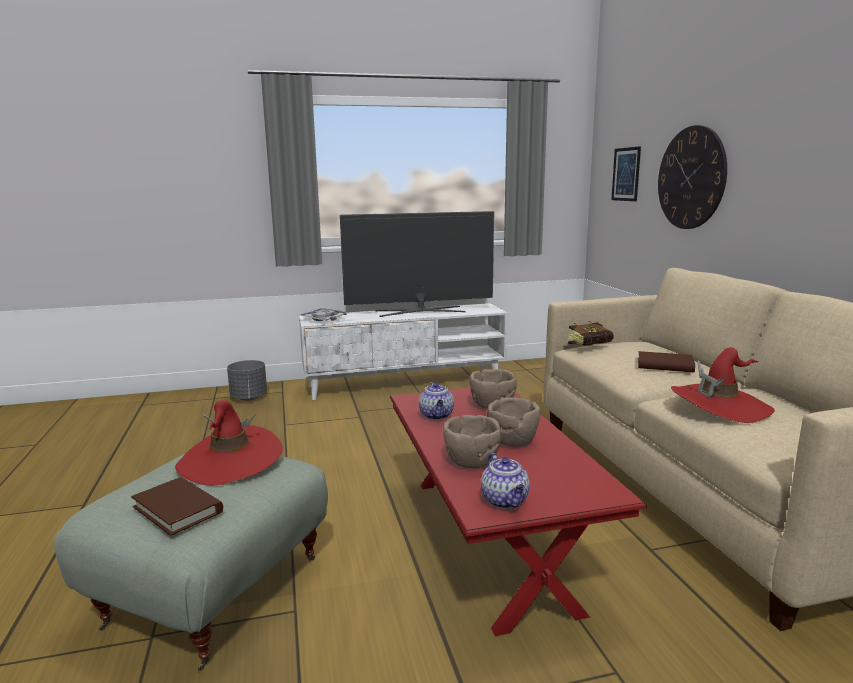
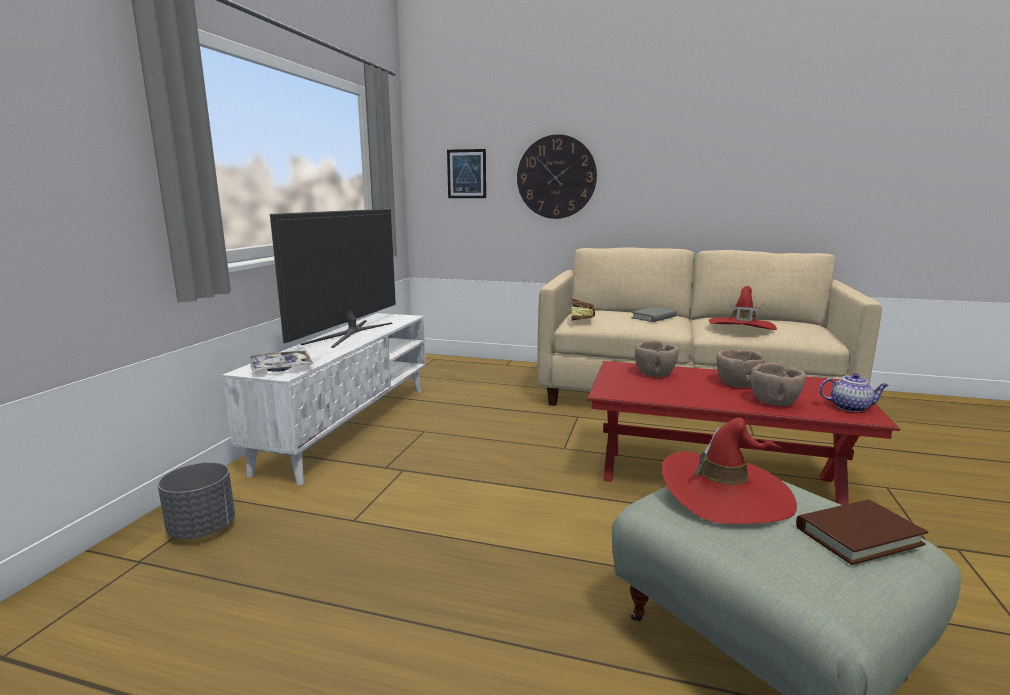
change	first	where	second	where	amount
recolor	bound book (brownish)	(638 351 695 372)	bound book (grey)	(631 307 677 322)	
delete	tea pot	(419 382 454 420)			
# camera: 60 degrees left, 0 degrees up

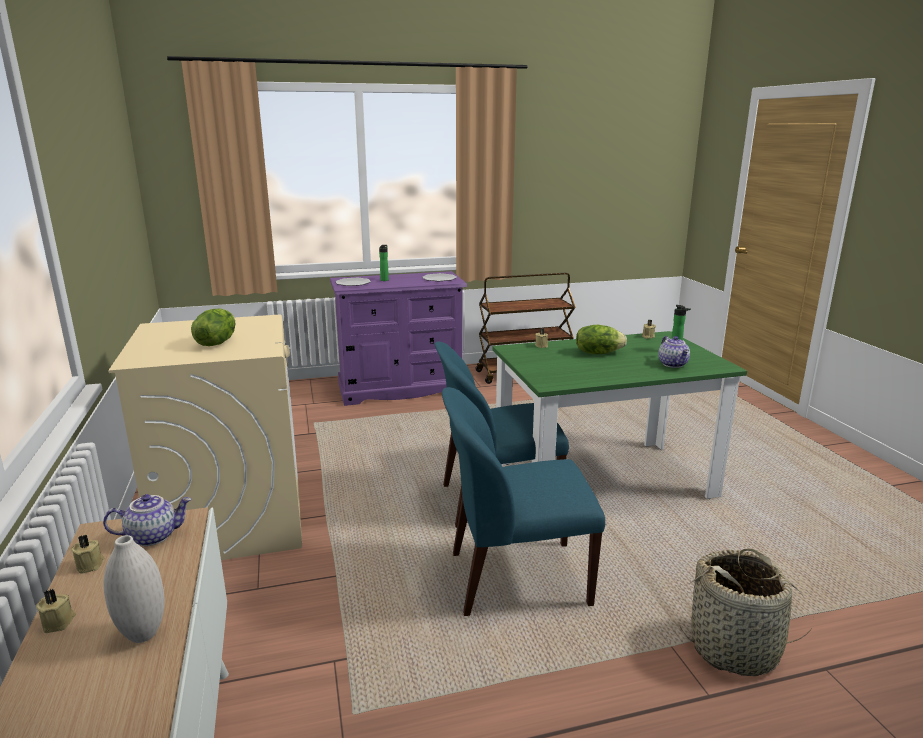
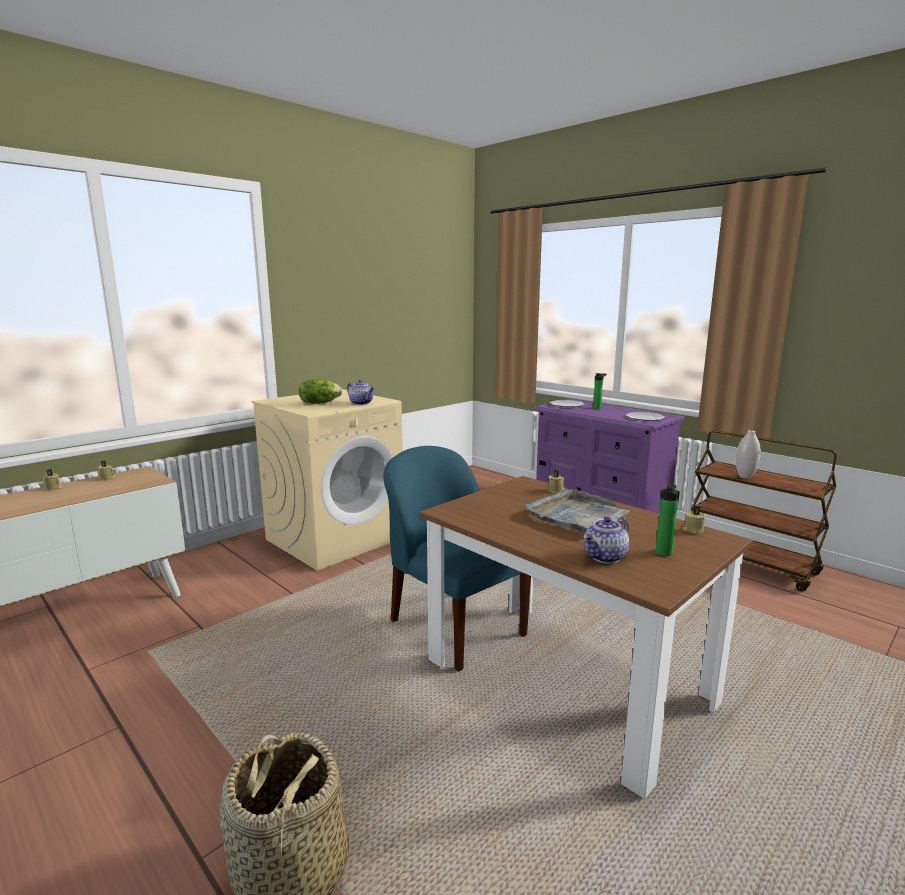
change	first	where	second	where	amount
replace	head of lettuce	(576 325 627 354)	serving tray (grey)	(526 489 630 532)	
recolor	kitchen table (greenish)	(493 331 747 499)	kitchen table (brownish)	(420 476 753 799)	
delete	upright chair (blue-coloured)	(442 387 605 616)			
move	tea pot	(103 494 192 546)		(347 380 375 405)	
move	flower vase (whitish)	(103 535 164 643)		(736 430 761 479)	
# camera: 60 degrees right, 5 degrees down

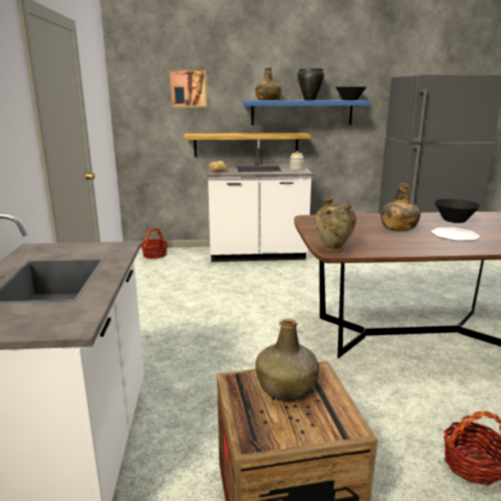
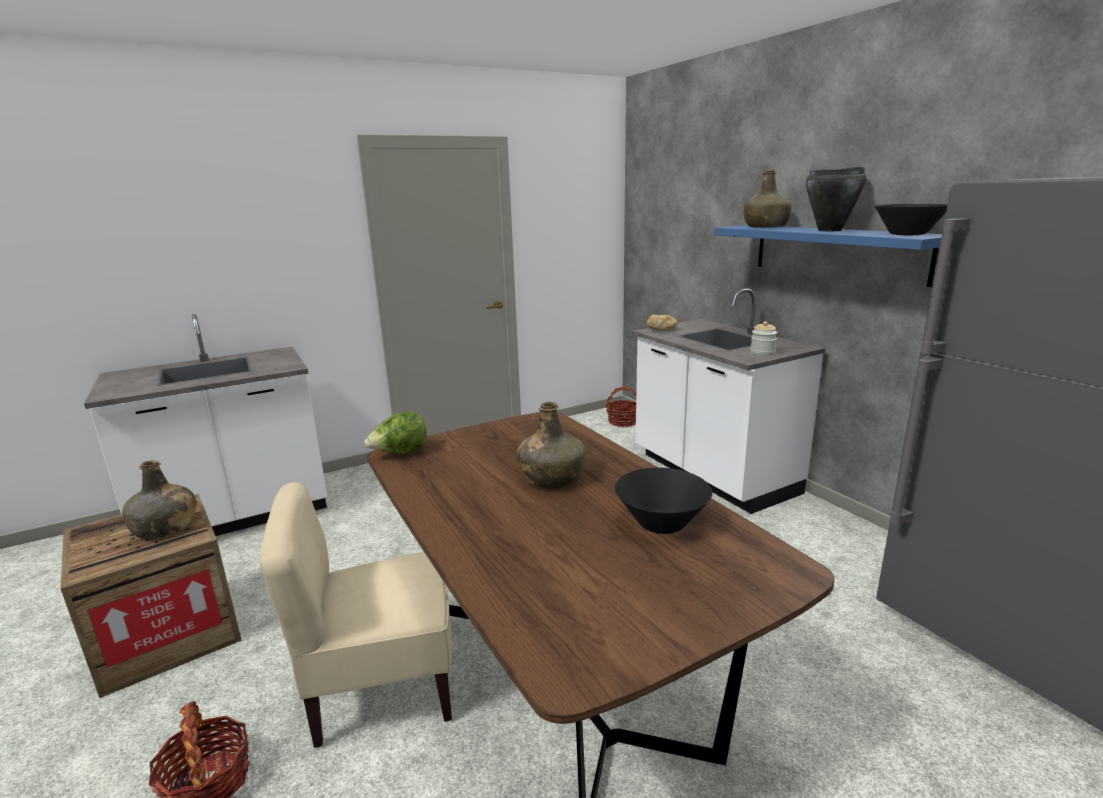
change	first	where	second	where	amount
delete	wall picture	(169 69 207 107)			
delete	shelf	(183 133 311 157)			
replace	flower vase (sand-coloured)	(315 198 356 252)	head of lettuce	(364 412 427 453)	
delete	flat dish	(431 228 481 241)			
insert			upright chair (sand-coloured)	(259 482 452 748)	
# camera: 65 degrees right, 0 degrees up

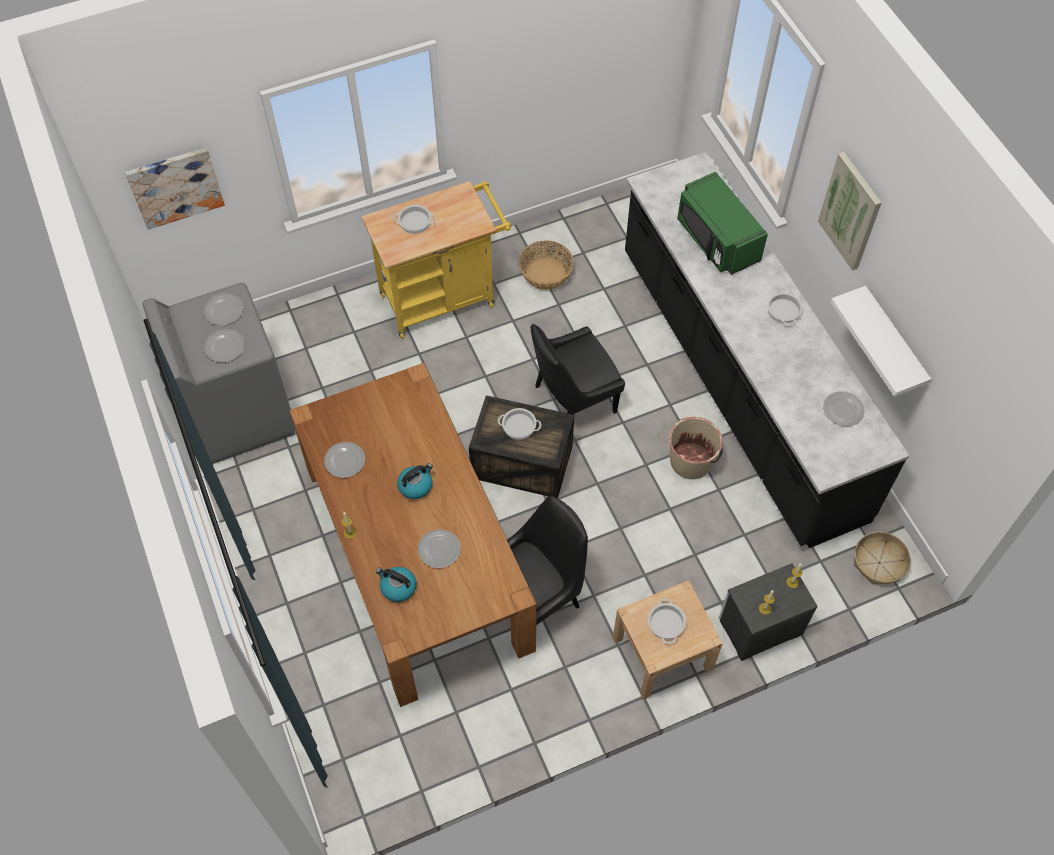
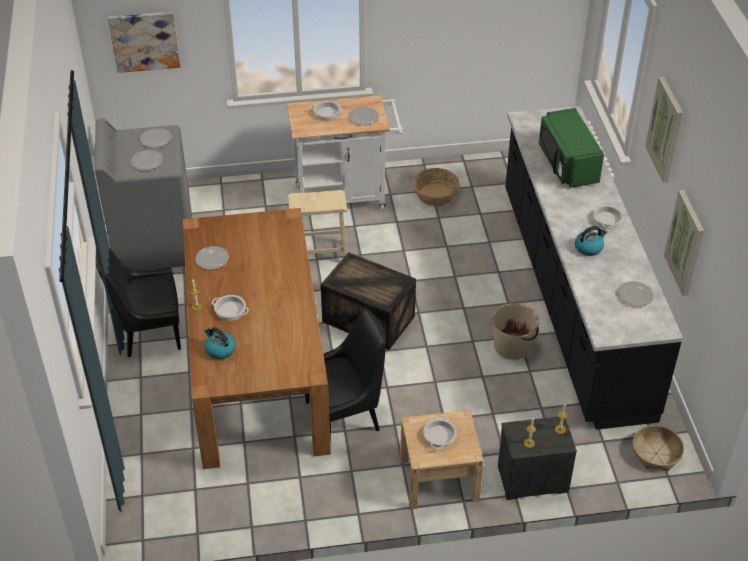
change	first	where	second	where	amount
recolor	cart (yellow-coloured)	(361 181 511 339)	cart (whitish)	(287 95 404 217)	
replace	shelf (whitish)	(830 286 931 397)	wall picture	(664 190 704 296)	
move	upright chair (blackish)	(531 324 625 415)		(96 249 181 357)	
move	stockpot	(498 408 541 440)		(212 295 249 321)	
move	tea kettle	(397 463 433 499)		(575 226 607 256)	
move	flat dish	(418 529 461 568)		(349 107 379 126)	
insert			sitting stool (sand-coloured)	(288 190 348 257)	
# camera: 15 degrees right, 15 degrees down

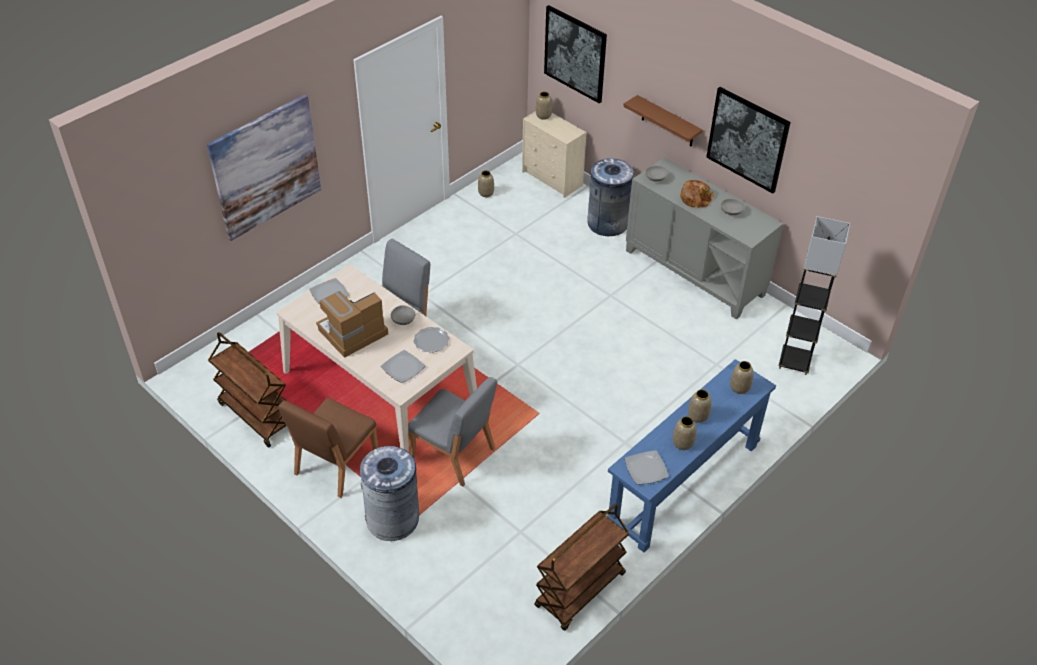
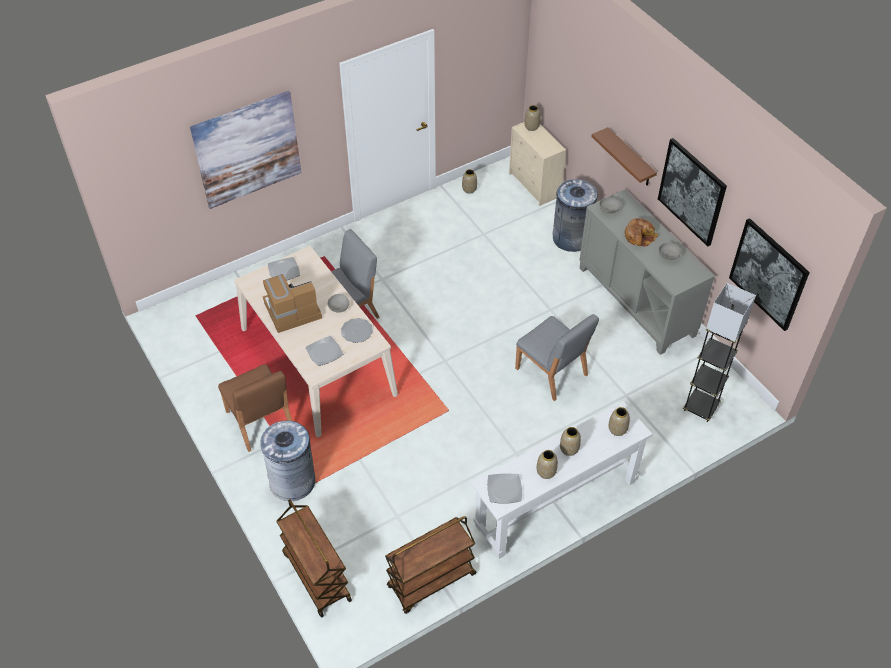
change	first	where	second	where	amount
move	wall picture	(544 5 607 103)		(729 218 810 331)	
move	cart (brownish)	(208 332 287 448)		(276 499 352 618)	
recolor	narrow table (blue-coloured)	(606 359 776 552)	narrow table (whitish)	(471 401 653 559)	
move	upright chair (grey)	(408 377 497 487)		(515 314 599 401)	
rotate	upright chair (brownish)	(278 398 378 498)		(218 364 292 452)	75 degrees counterclockwise
# camera: 15 degrees right, 5 degrees up

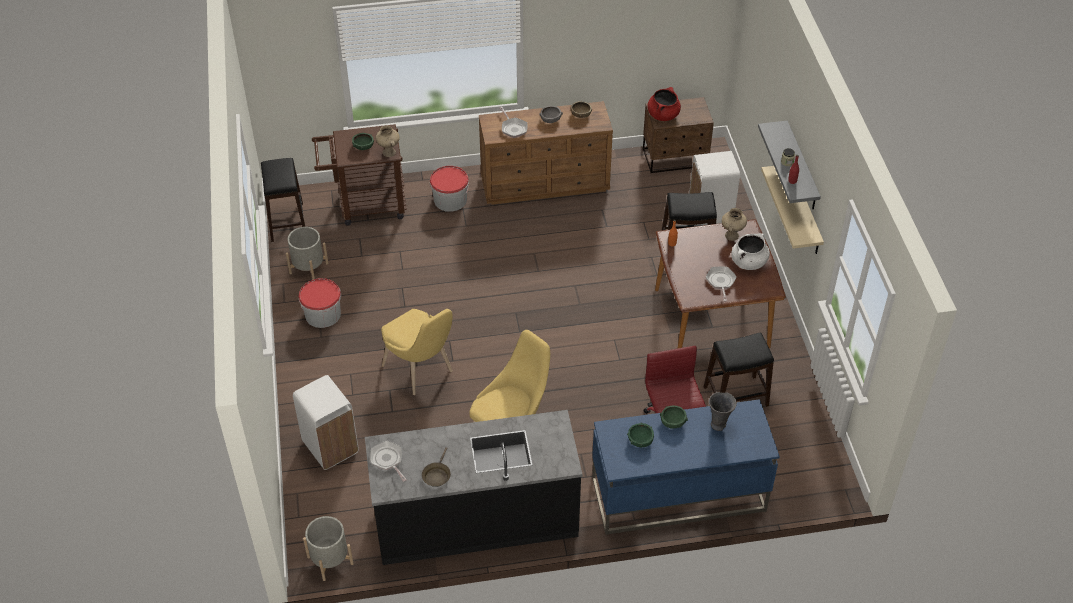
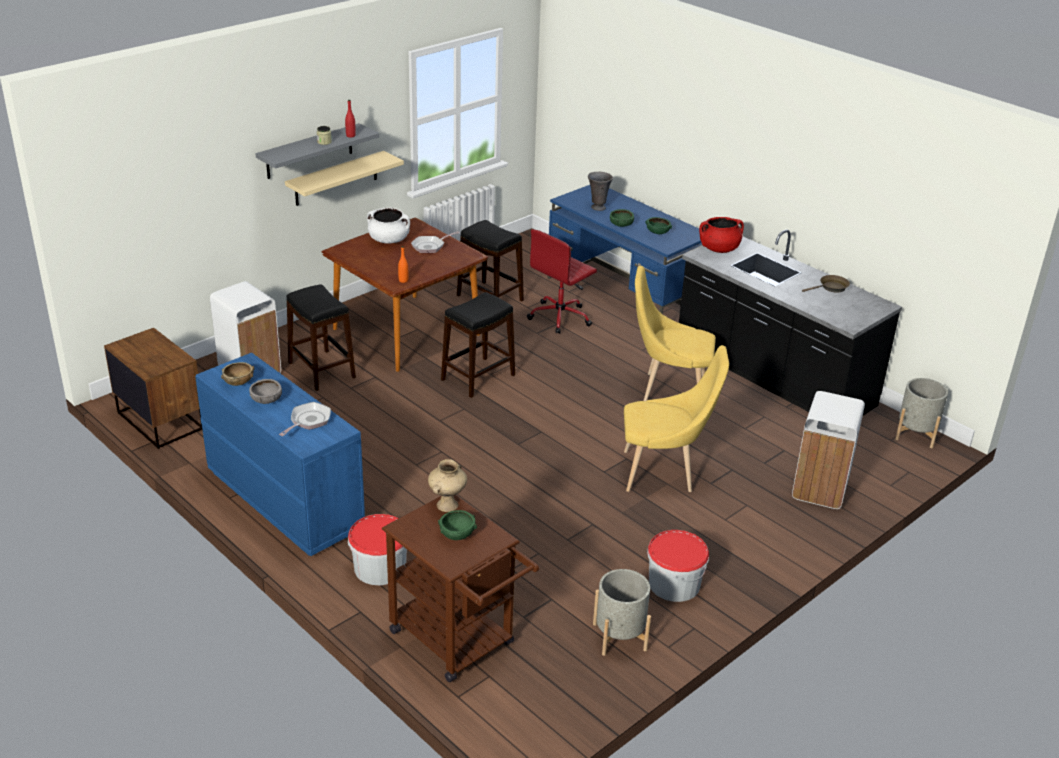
change	first	where	second	where	amount
move	stockpot (reddish)	(647 87 681 121)		(699 217 744 253)	
recolor	drawer chest (brownish)	(479 101 613 205)	drawer chest (blue-coloured)	(195 352 365 556)	
move	sitting stool (blackish)	(261 158 305 242)		(441 292 515 398)	
delete	flower vase (sand-coloured)	(722 208 747 241)			
rotate	upright chair (yellow-coloured)	(381 309 453 395)		(624 345 729 492)	75 degrees clockwise
delete	frying pan	(370 440 407 482)			
# camera: 125 degrees left, 15 degrees down

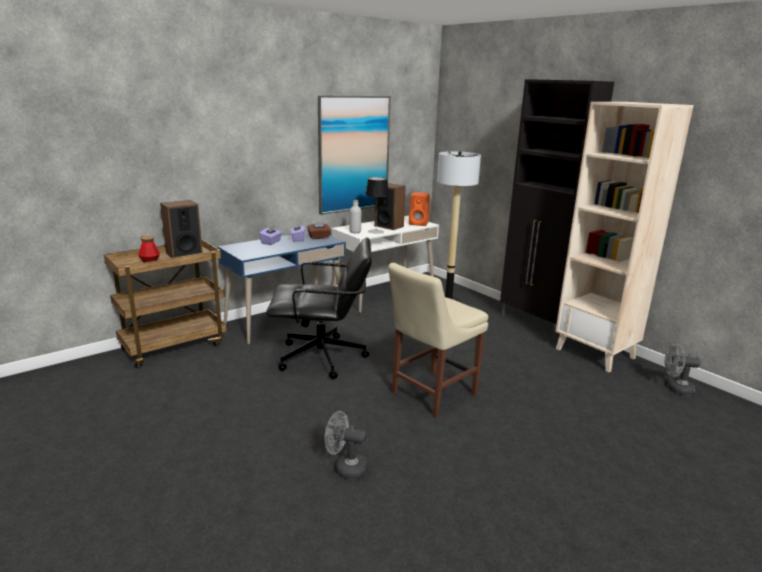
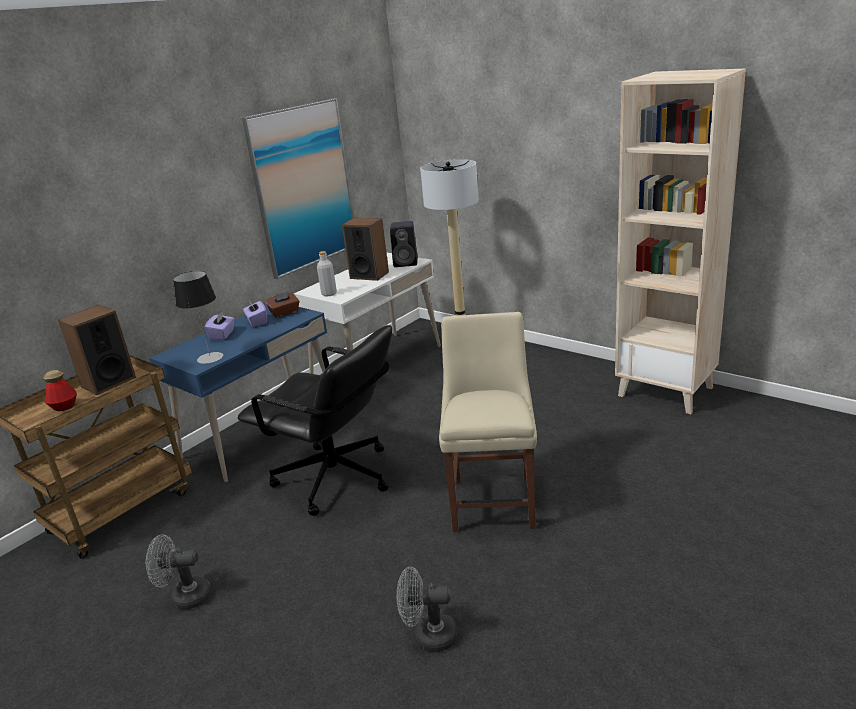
change	first	where	second	where	amount
delete	cabinet (blackish)	(500 79 614 338)			
move	table lamp	(365 177 389 234)		(173 271 223 364)	
recolor	audio speaker (orangey)	(409 192 430 226)	audio speaker (blackish)	(390 221 418 267)	
rotate	computer chair (blackish)	(266 237 372 379)		(238 325 392 516)	45 degrees clockwise
rotate	upright chair (sand-coloured)	(388 263 488 418)		(439 312 537 532)	150 degrees clockwise
move	fan (grey)	(665 344 701 396)		(146 535 211 610)	
# camera: 10 degrees left, 5 degrees up

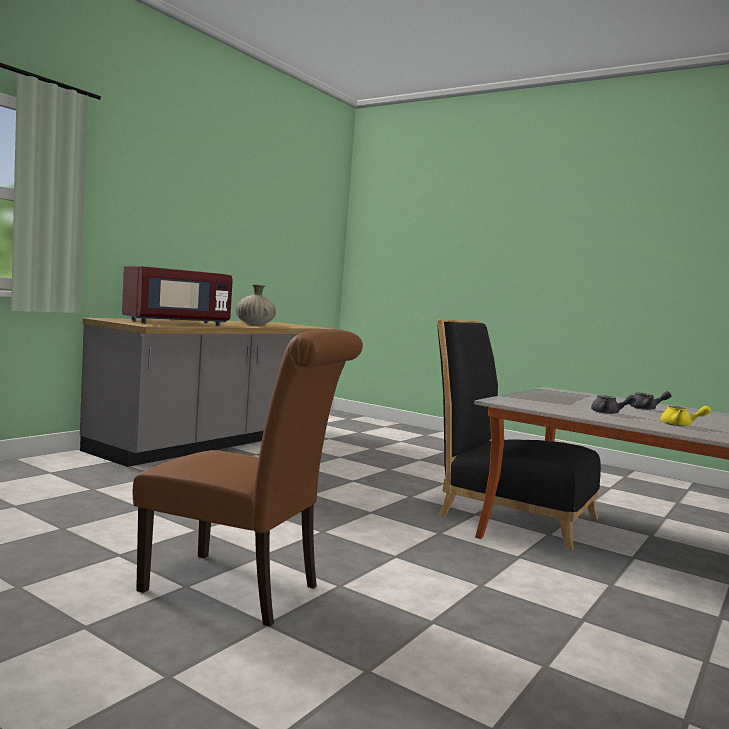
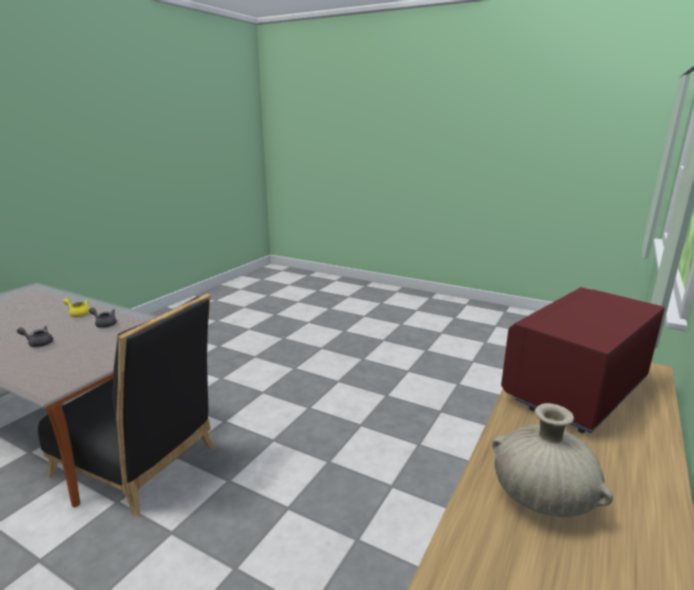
change	first	where	second	where	amount
delete	upright chair (brownish)	(133 329 363 627)			
# camera: 175 degrees right, 15 degrees up

